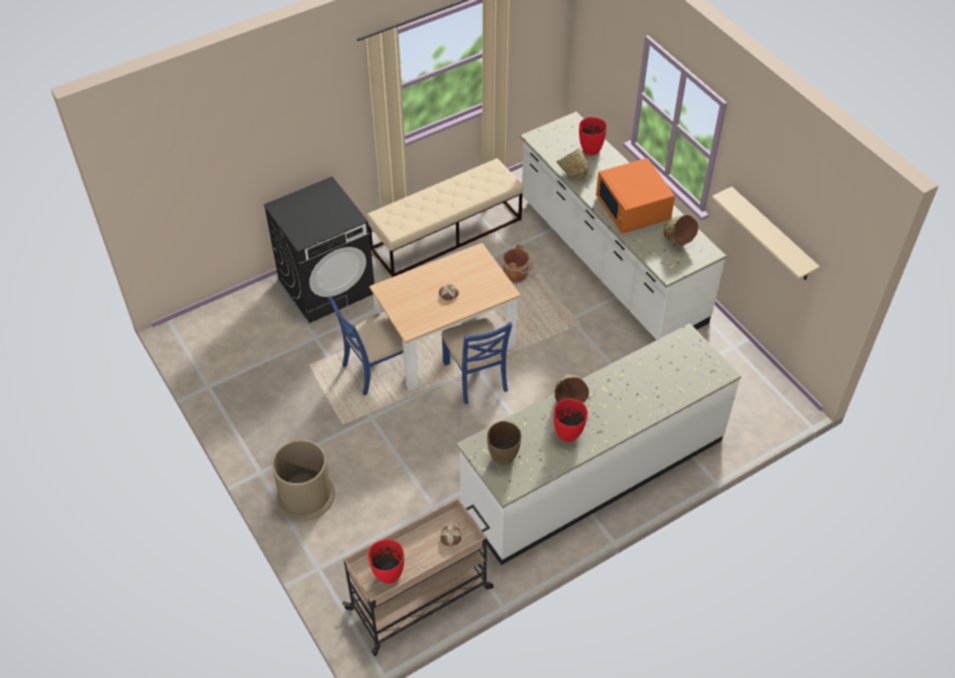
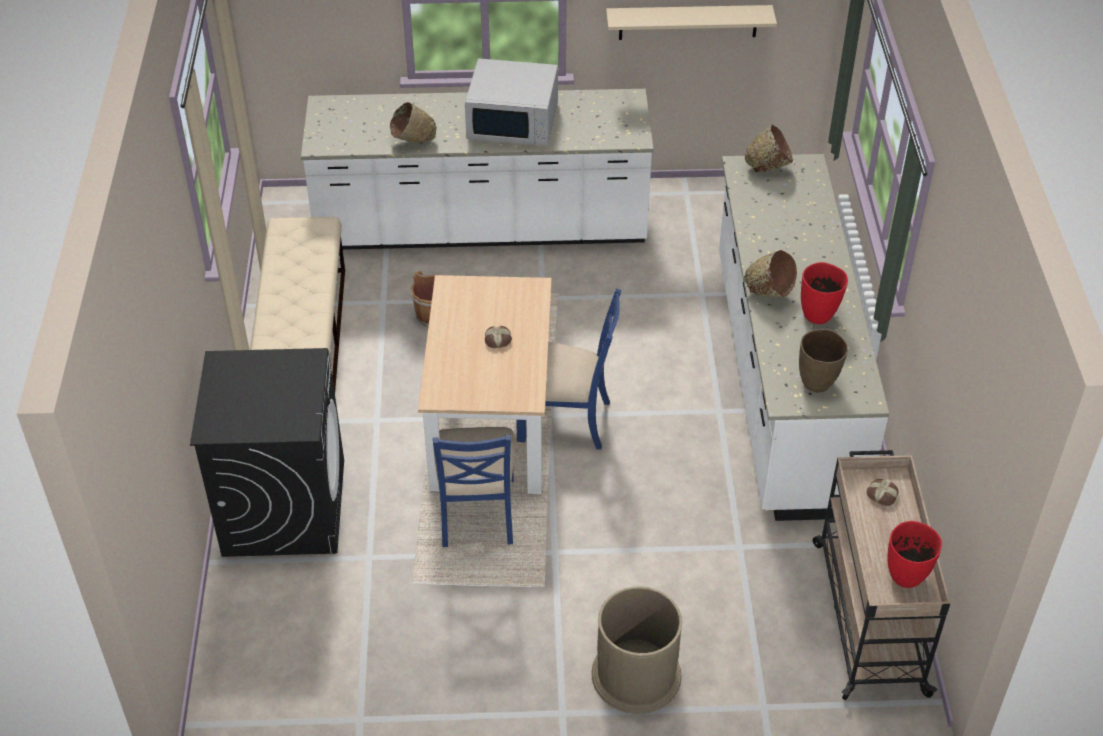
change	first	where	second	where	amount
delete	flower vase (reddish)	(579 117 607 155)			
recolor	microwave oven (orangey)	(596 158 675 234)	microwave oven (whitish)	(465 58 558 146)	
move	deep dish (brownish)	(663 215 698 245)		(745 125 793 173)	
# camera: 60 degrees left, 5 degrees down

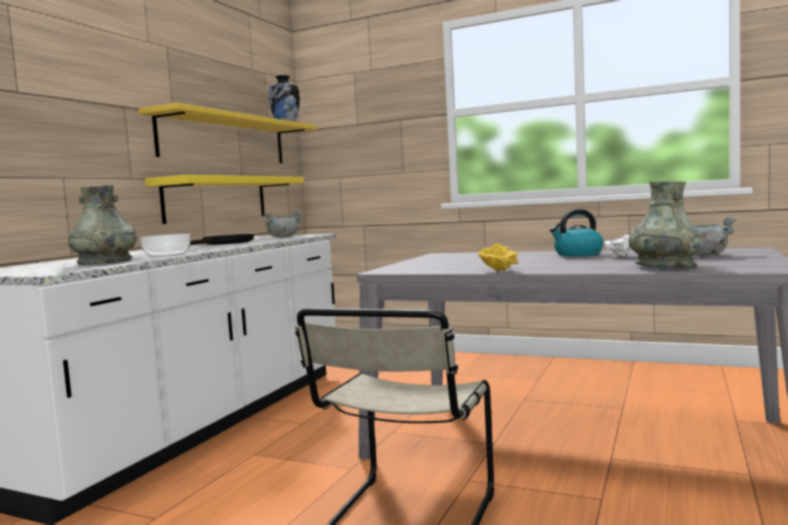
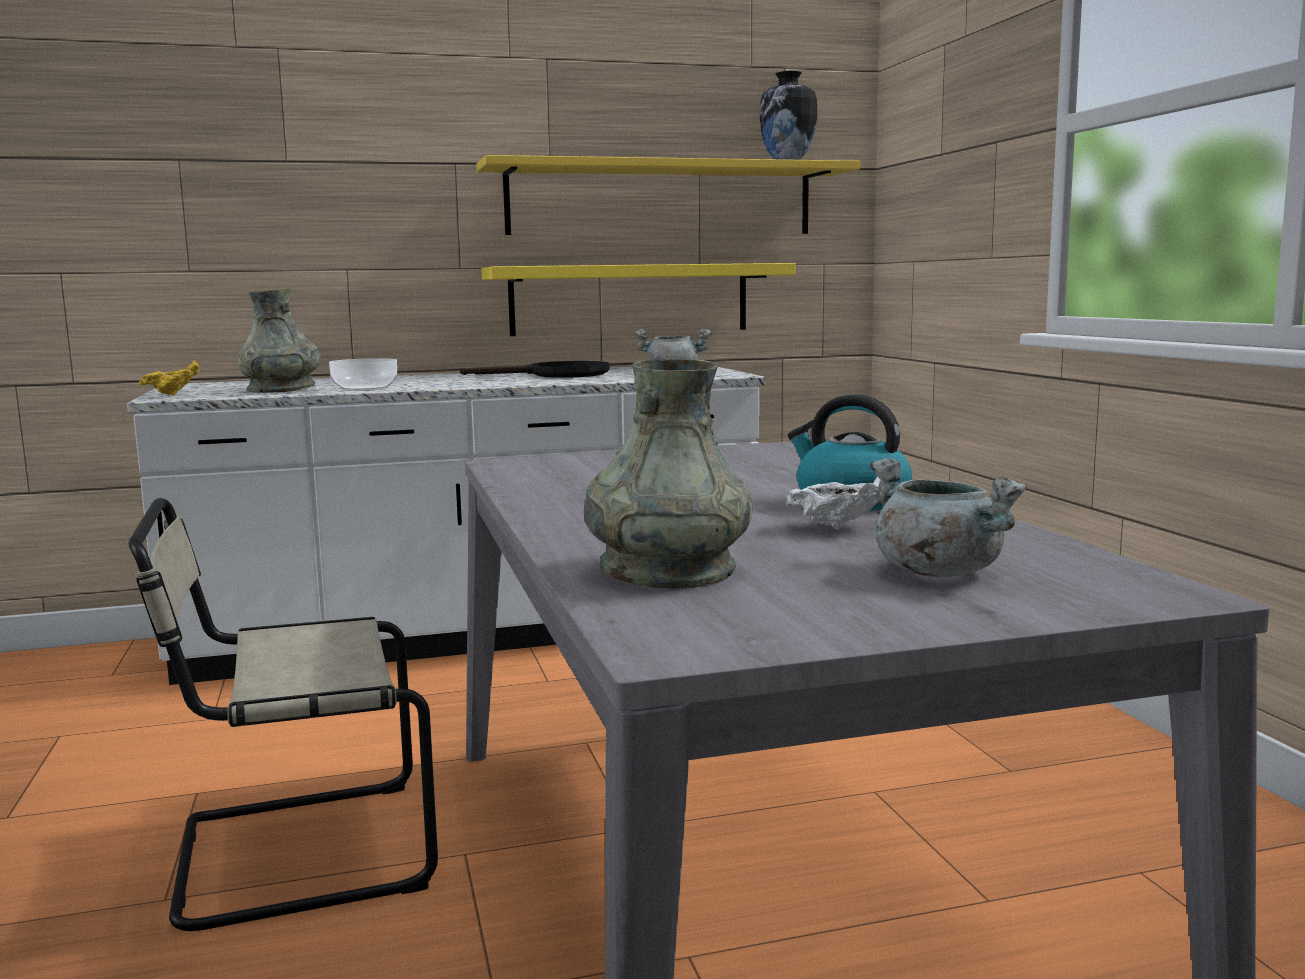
change	first	where	second	where	amount
move	deep dish (yellow-coloured)	(478 243 519 271)		(139 360 199 396)	
# camera: 50 degrees right, 5 degrees up

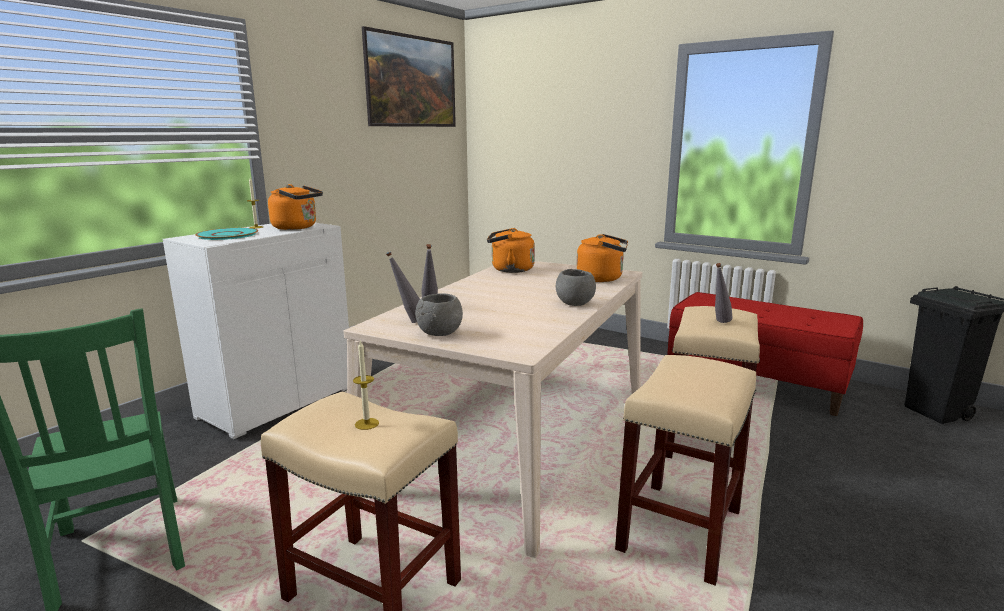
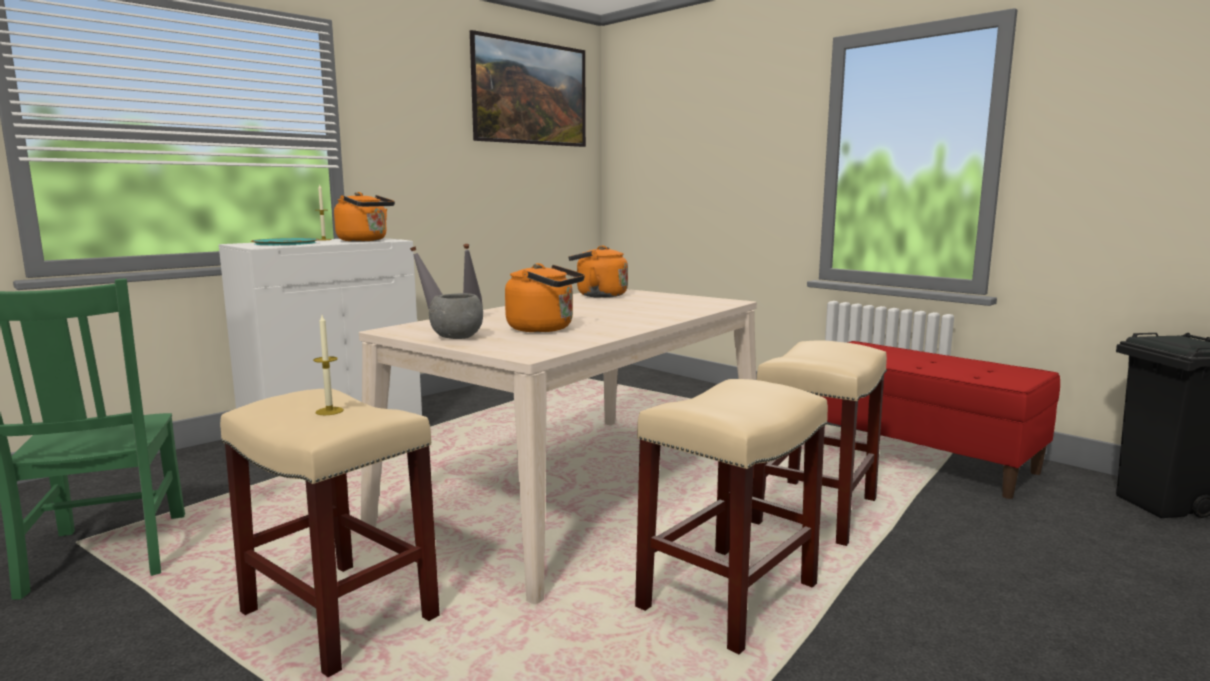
change	first	where	second	where	amount
move	tea kettle (orangey)	(576 234 628 282)		(505 263 585 332)	
delete	drink bottle (grey)	(715 263 733 323)			
delete	deep dish (grey)	(556 269 596 306)			
# camera: 10 degrees right, 5 degrees down

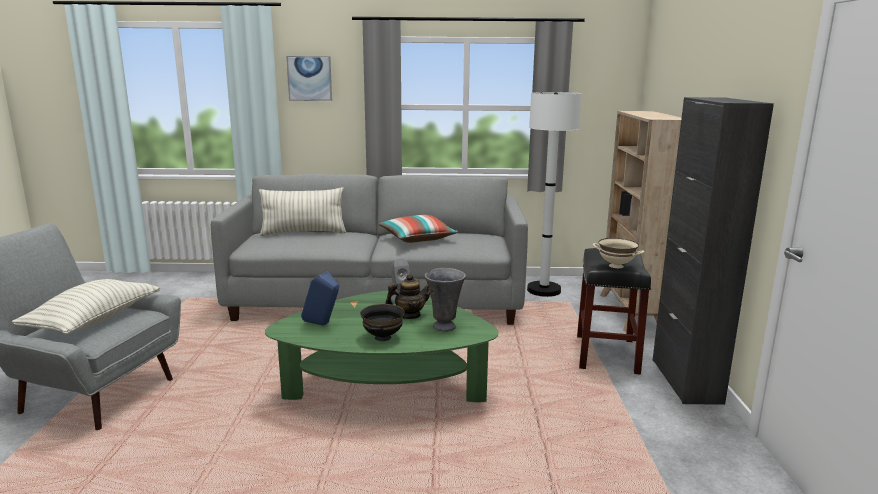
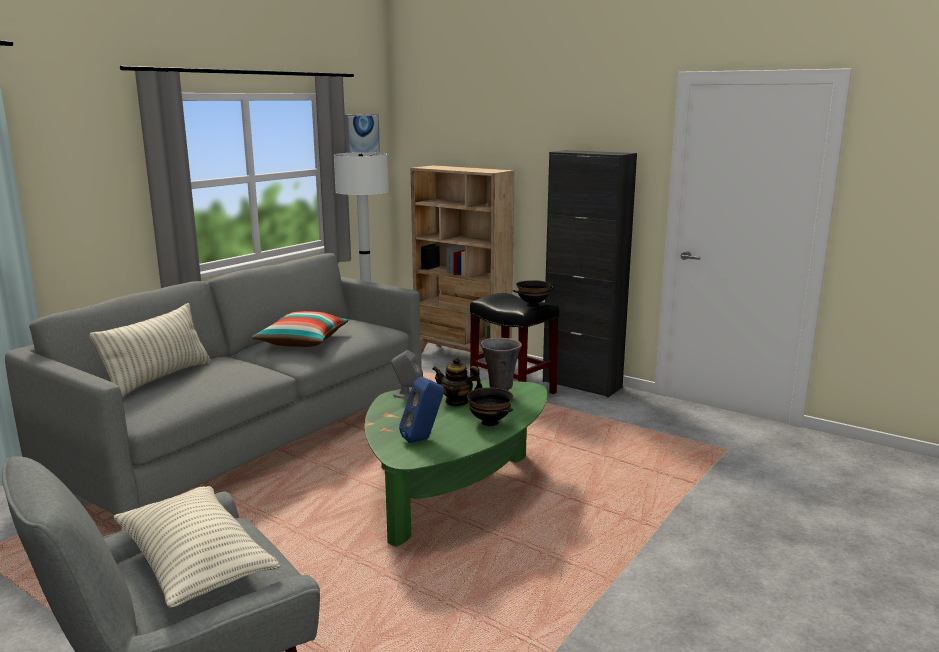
change	first	where	second	where	amount
move	wall picture	(286 56 332 101)		(345 114 380 153)	
recolor	deep dish (sand-coloured)	(593 238 644 268)	deep dish (blackish)	(513 280 554 307)	
rotate	tea pot	(386 274 430 319)		(433 357 483 406)	90 degrees counterclockwise
# camera: 55 degrees left, 0 degrees up

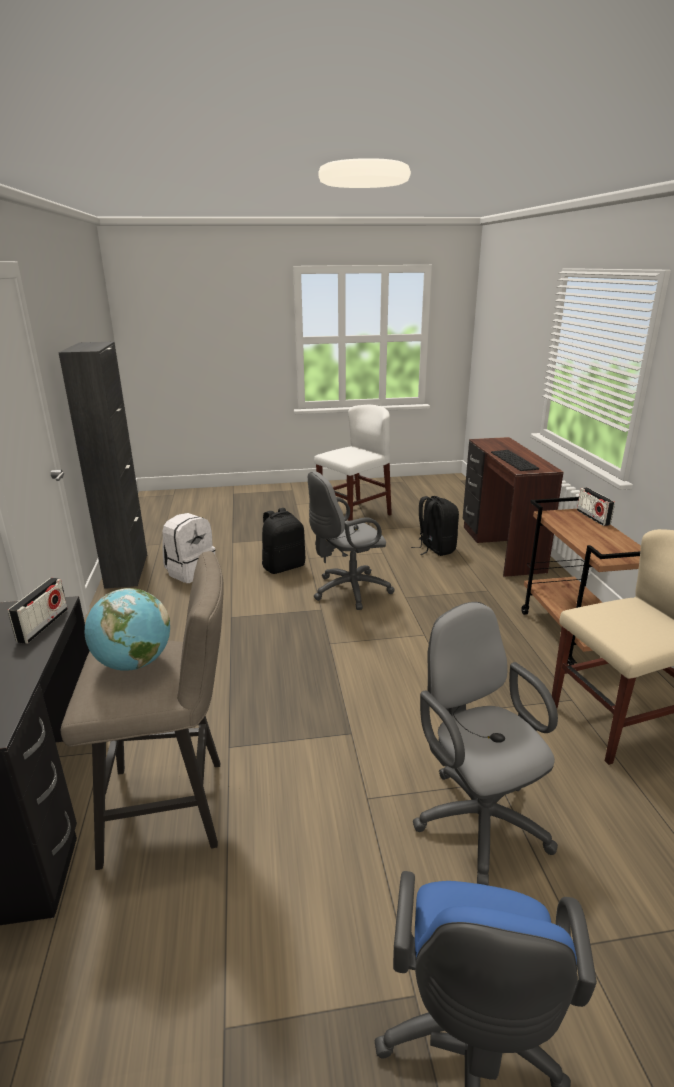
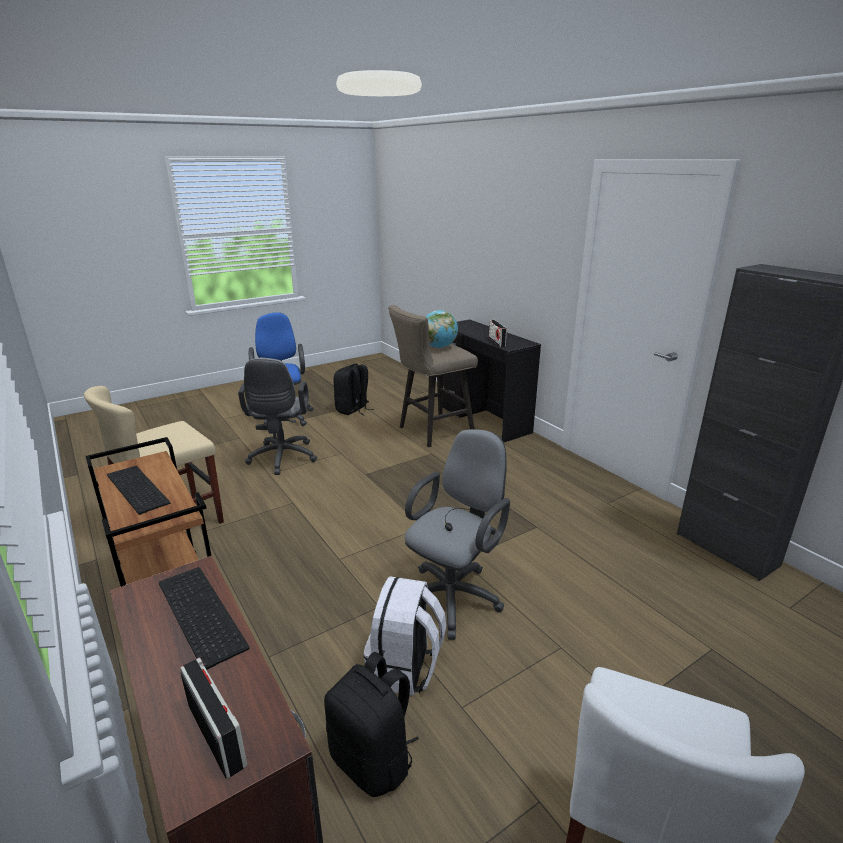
change	first	where	second	where	amount
move	radio receiver	(577 487 615 526)		(180 658 247 778)	
move	backpack (blackish)	(262 508 305 574)		(333 364 374 416)	
move	backpack (whitish)	(162 513 215 583)		(364 576 446 696)	
rotate	computer chair (grey)	(413 602 558 885)		(238 358 317 475)	45 degrees clockwise
insert			PC keyboard	(107 466 170 515)	
# camera: 155 degrees right, 0 degrees up

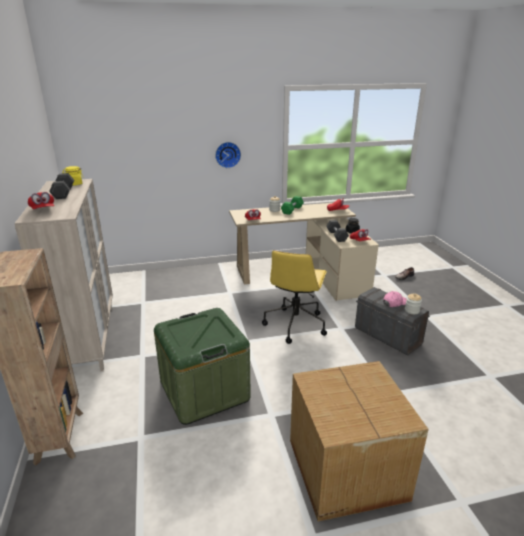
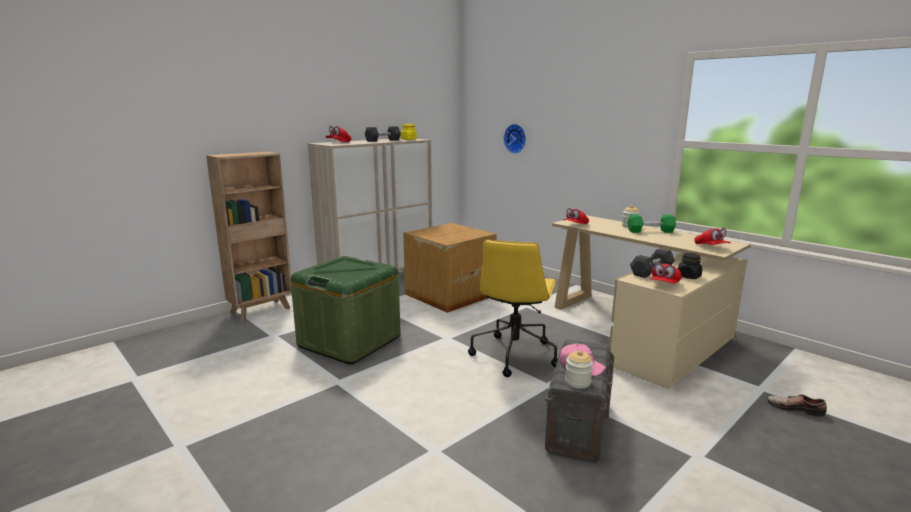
change	first	where	second	where	amount
move	wall clock	(215 142 241 168)		(504 124 526 154)	
rotate	computer chair (yellow-coloured)	(262 250 327 344)		(468 239 558 377)	60 degrees counterclockwise
move	carton	(290 361 429 521)		(403 223 497 313)	
# camera: 60 degrees right, 10 degrees down

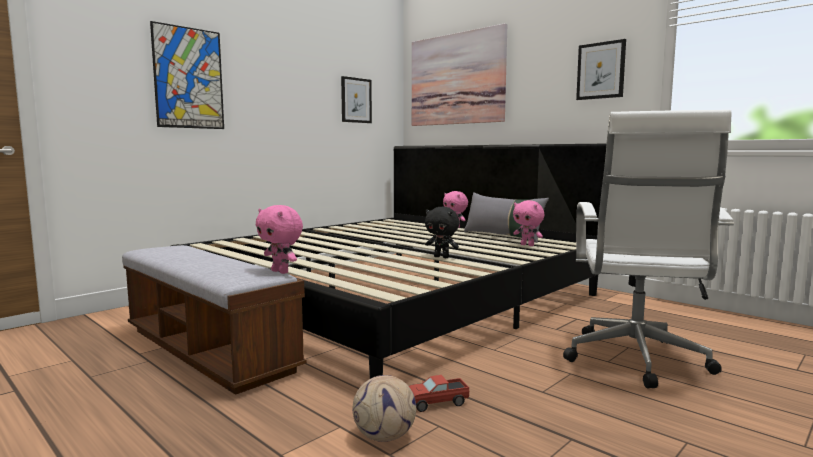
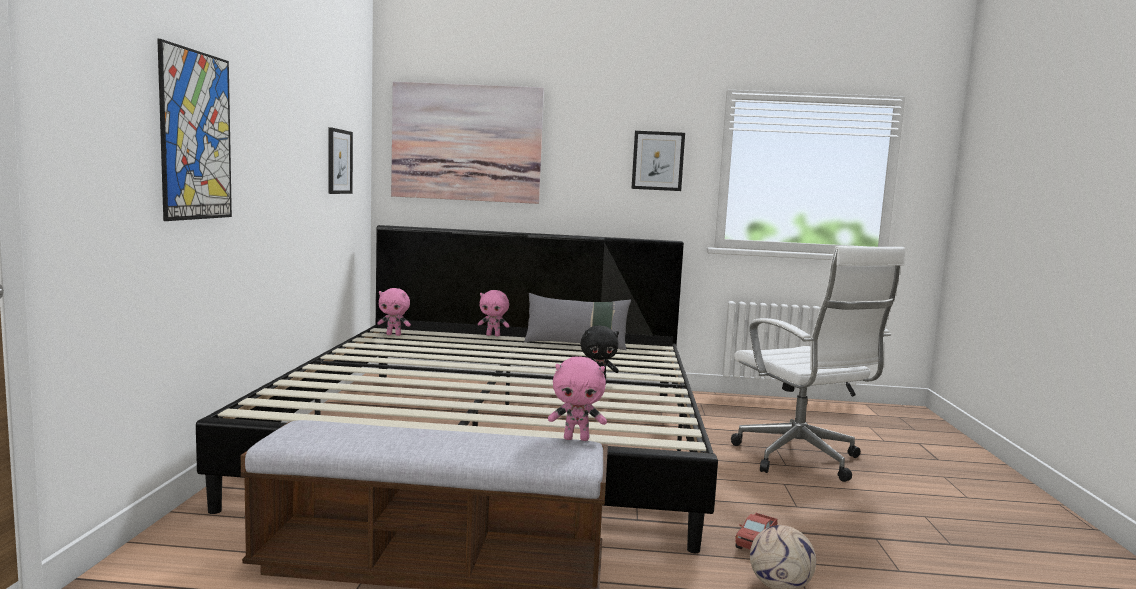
change	first	where	second	where	amount
move	plush toy (pink-coloured)	(513 200 544 246)		(377 288 411 336)	
# camera: 40 degrees left, 0 degrees up

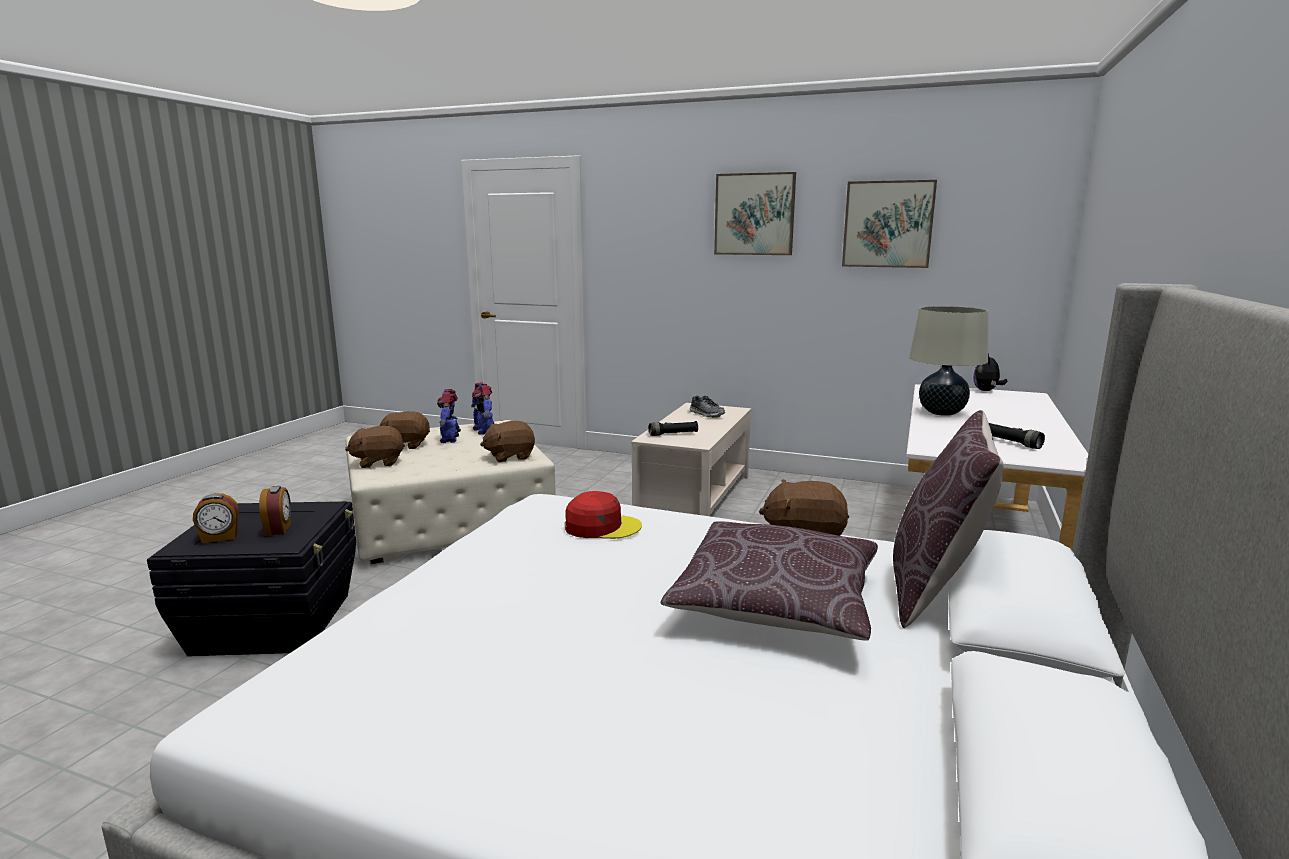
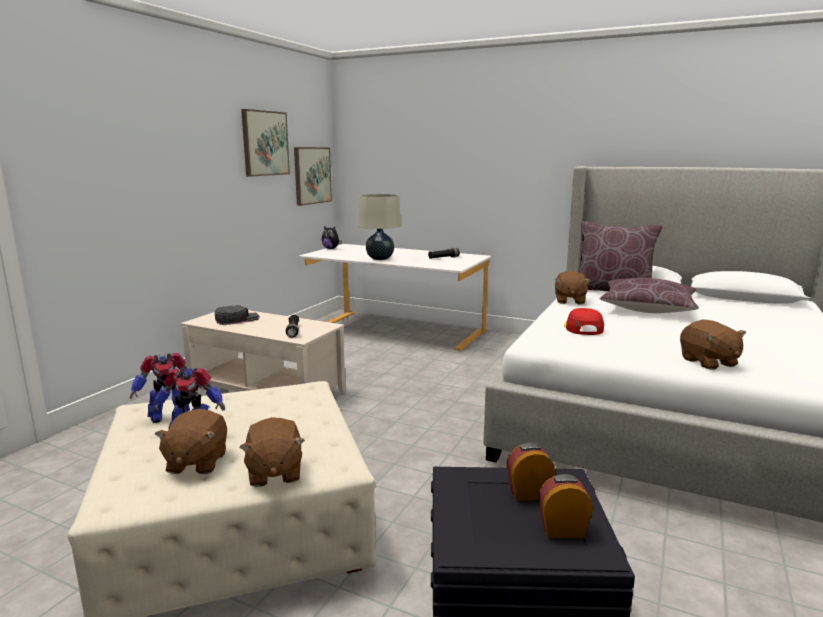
change	first	where	second	where	amount
move	wall picture	(714 172 796 255)		(294 147 332 206)	
replace	shoe	(689 396 725 418)	baseball cap (blackish)	(215 305 259 325)	
move	plush toy (brownish)	(480 421 535 462)		(680 319 746 370)	
rotate	alarm clock	(193 493 239 543)		(538 474 593 538)	75 degrees counterclockwise
# camera: 85 degrees left, 0 degrees up

